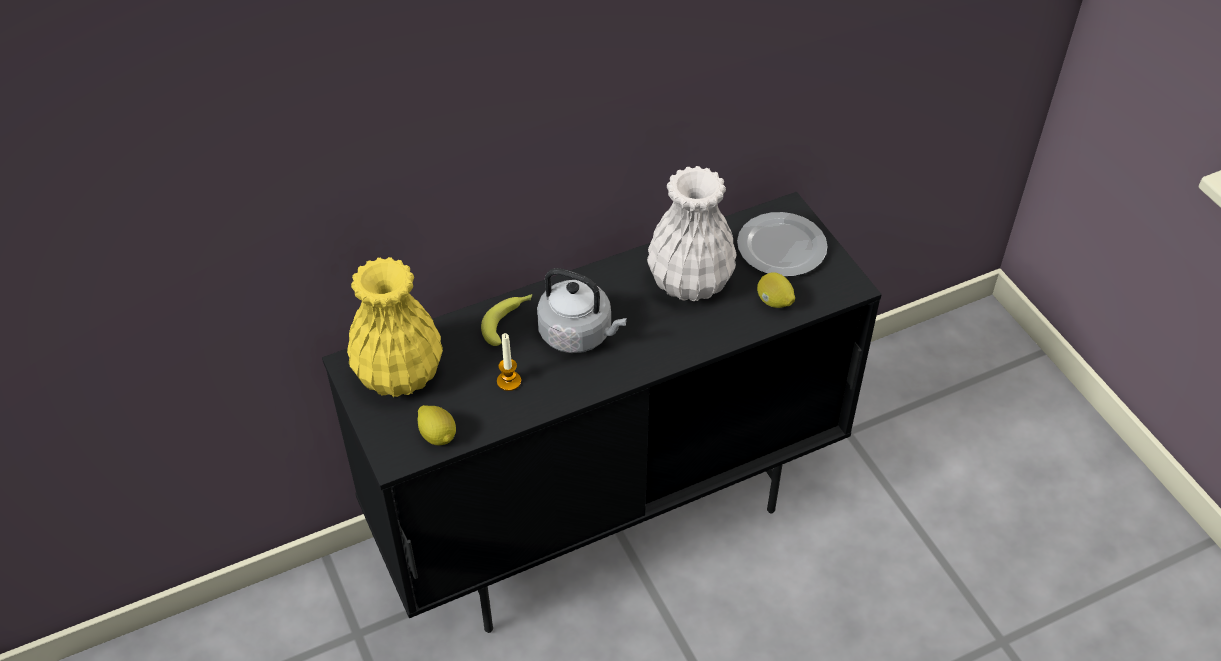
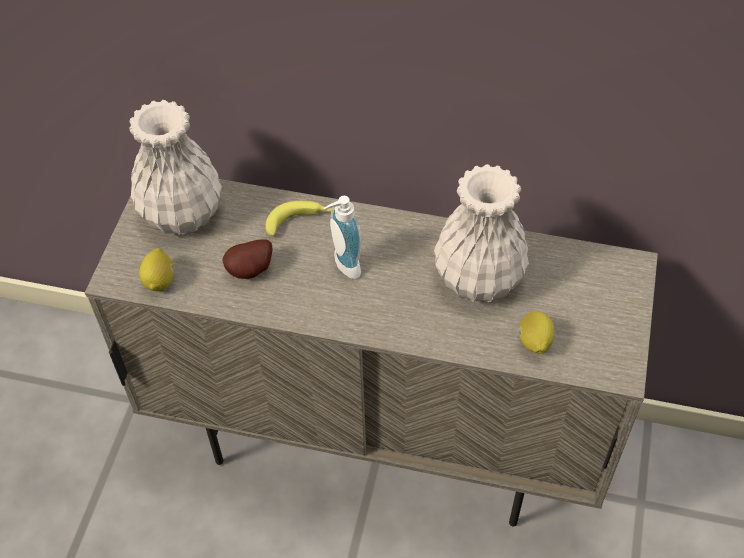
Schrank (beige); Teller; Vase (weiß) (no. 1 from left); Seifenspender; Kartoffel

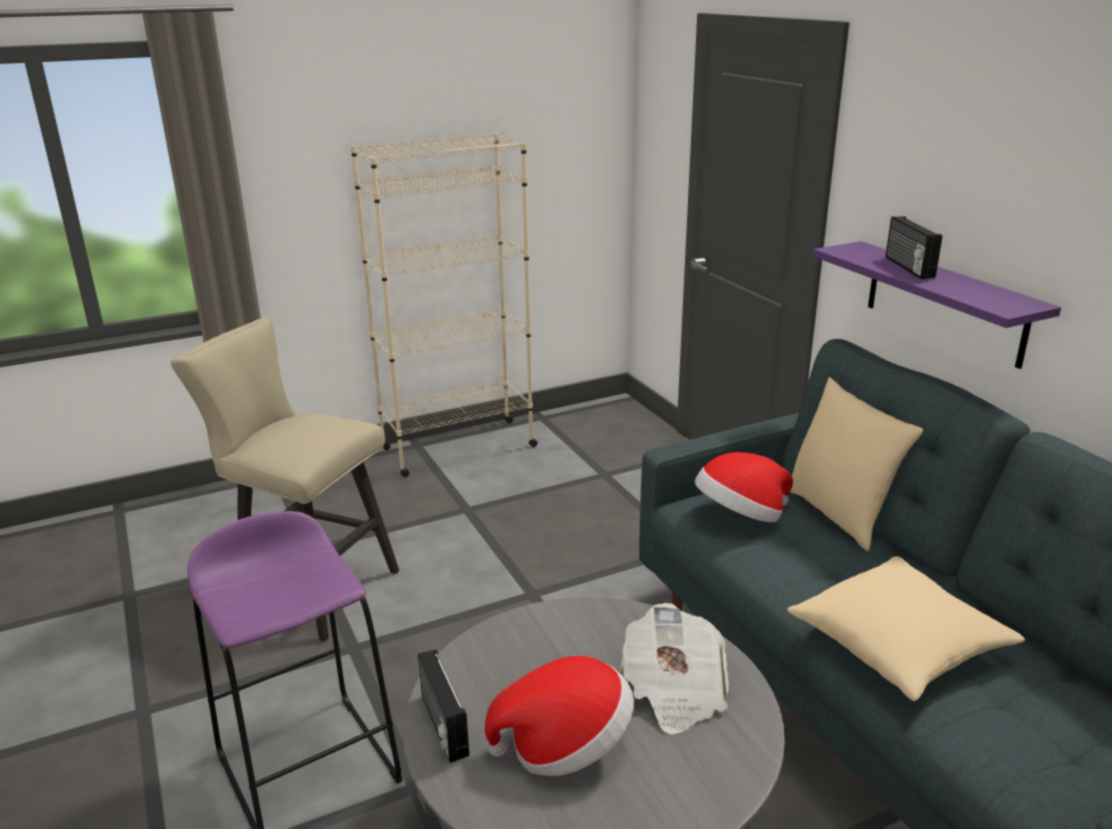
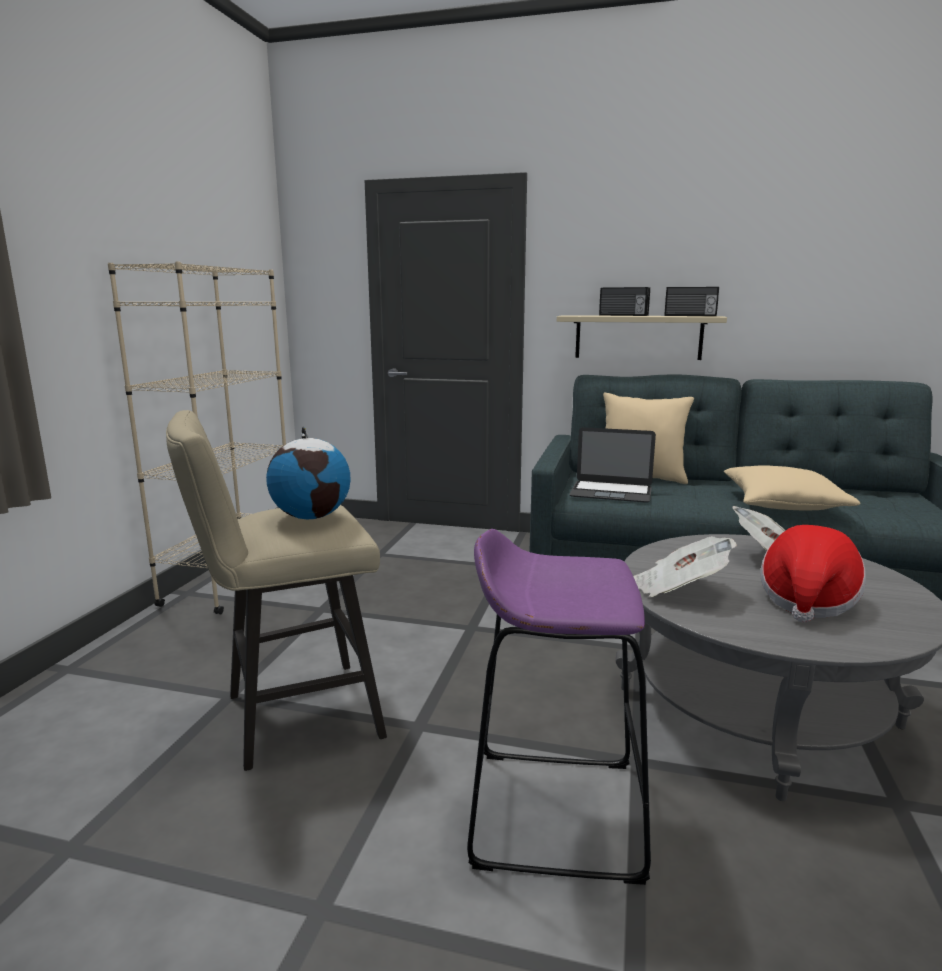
Wandregal (beige); Laptop; Radio (no. 2 from left); Globus; Zeitung (no. 1 from left)

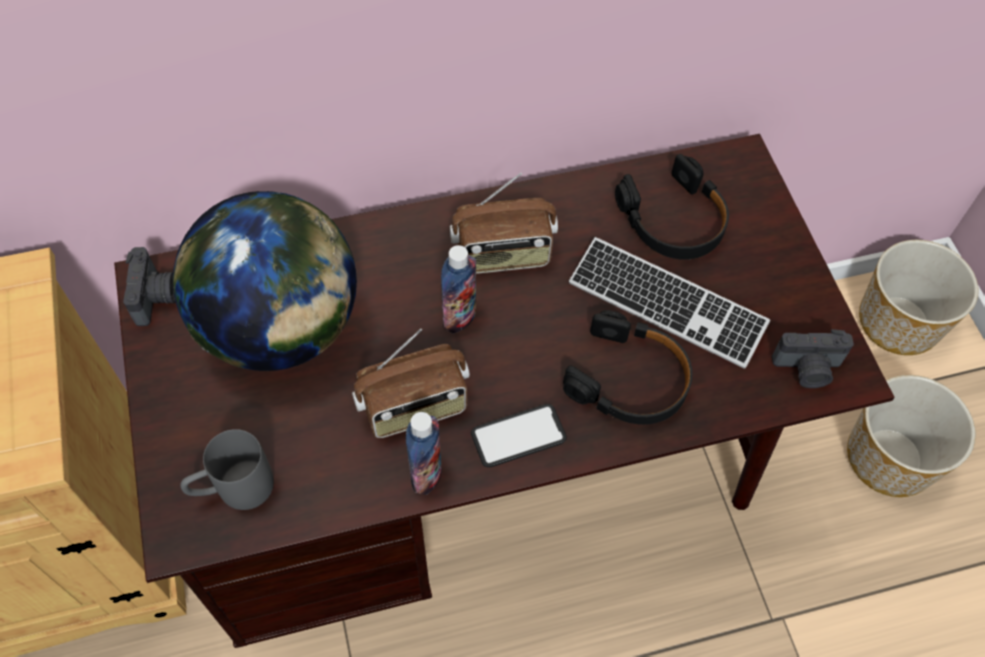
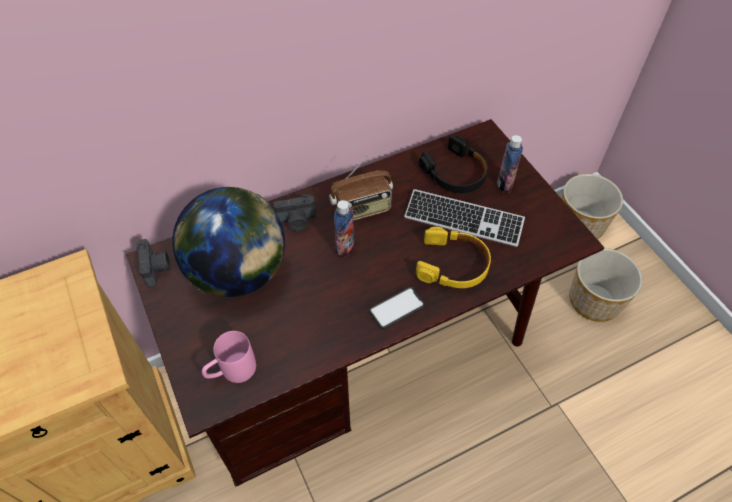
Kopfhörer (gelb); Radio (no. 1 from left in the first image); Kamera (no. 2 from left); Flasche (no. 2 from left); Henkelbecher (rosa)

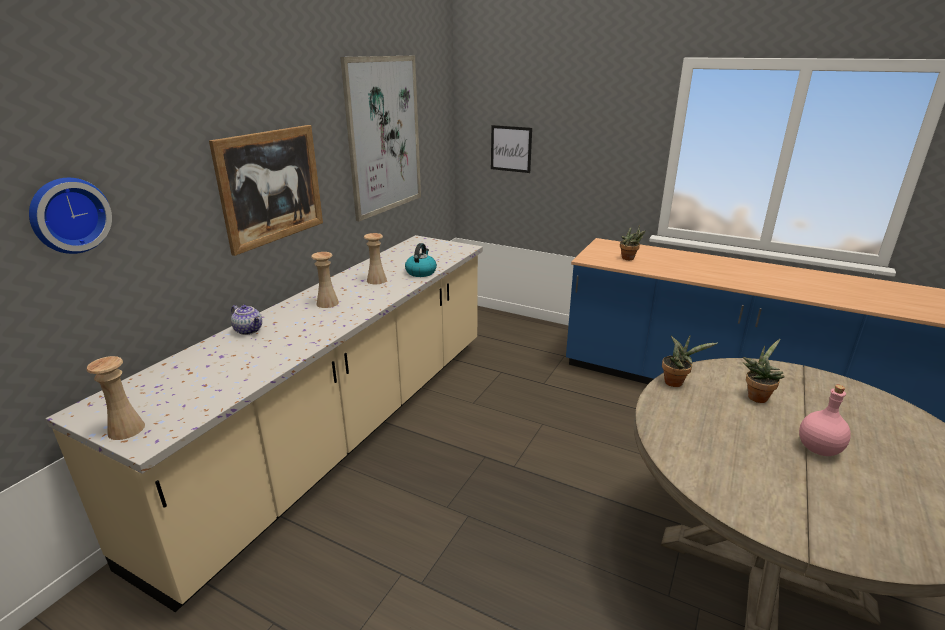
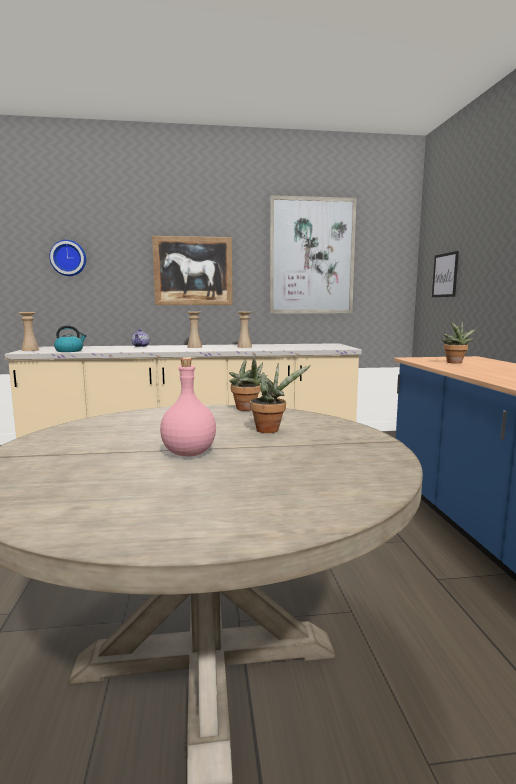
Wasserkessel

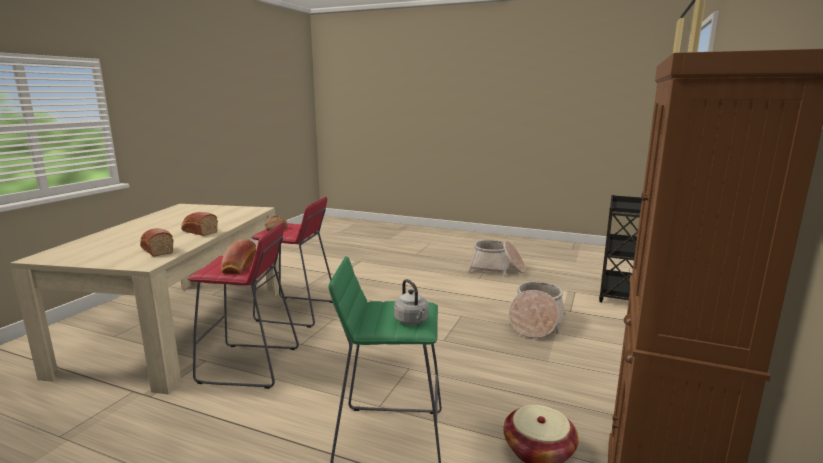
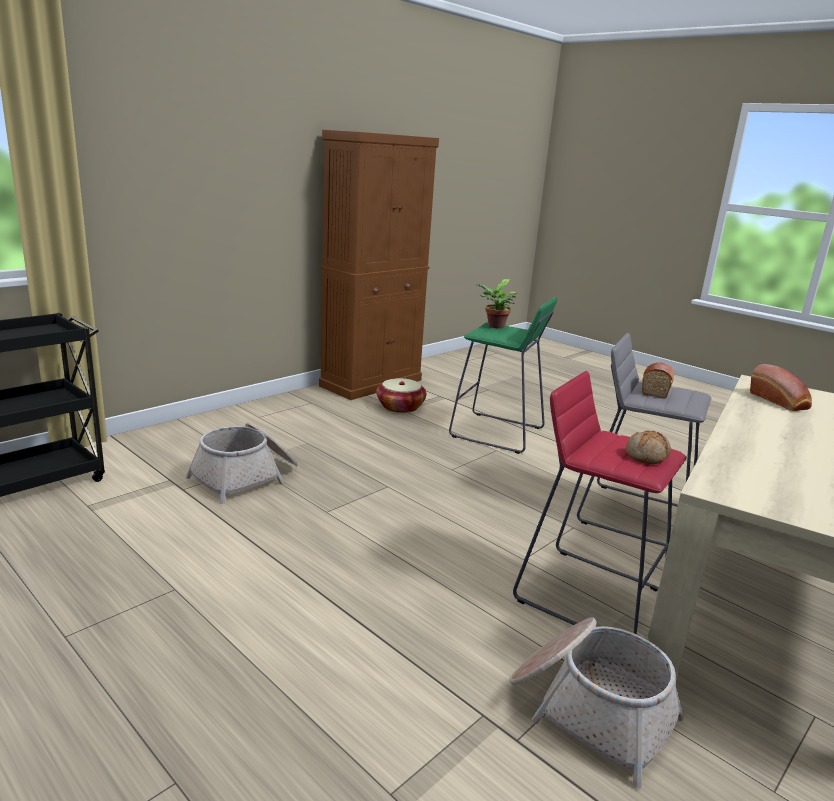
Brot (no. 2 from left in the first image); Hocker (grau); Korb (no. 3 from left); Topfpflanze

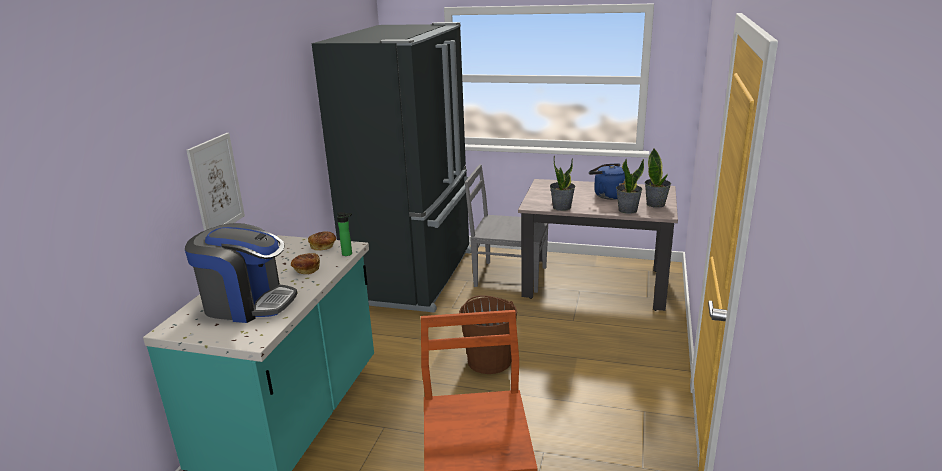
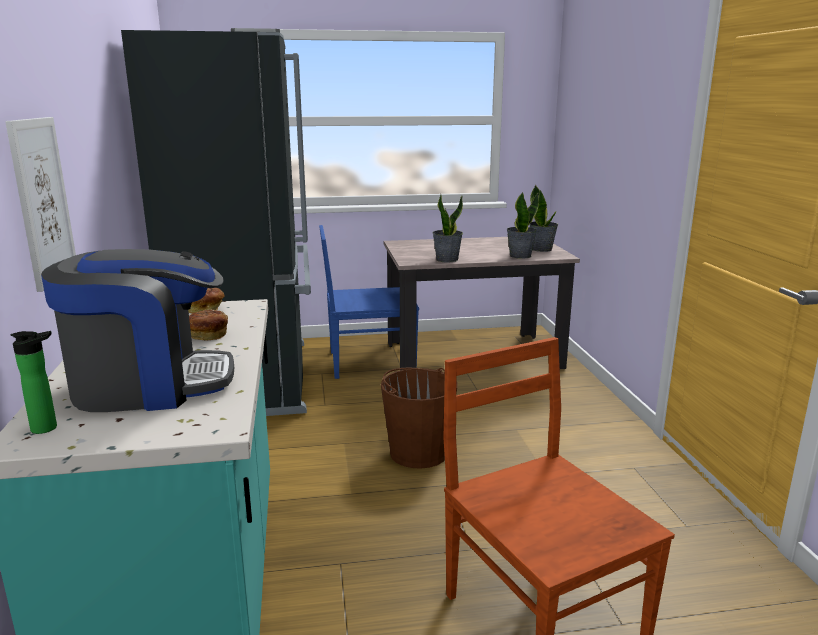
Wasserkessel (blau); Stuhl (blau); Flasche

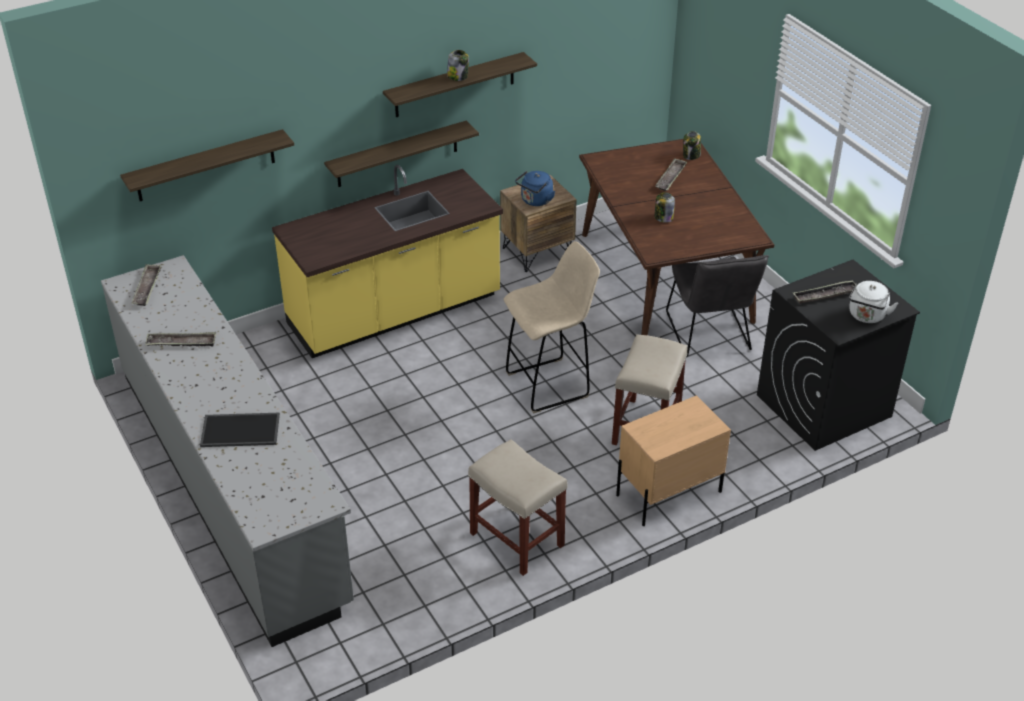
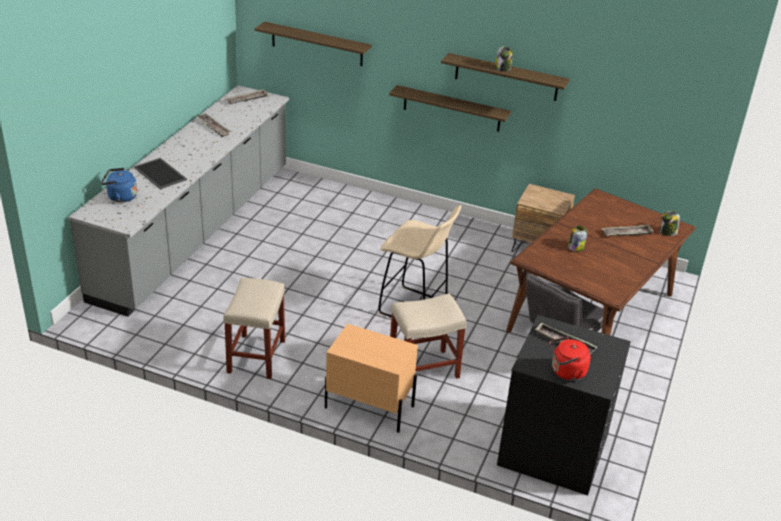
Küchenzeile (gelb); Wasserkessel (blau); Wasserkessel (rot)

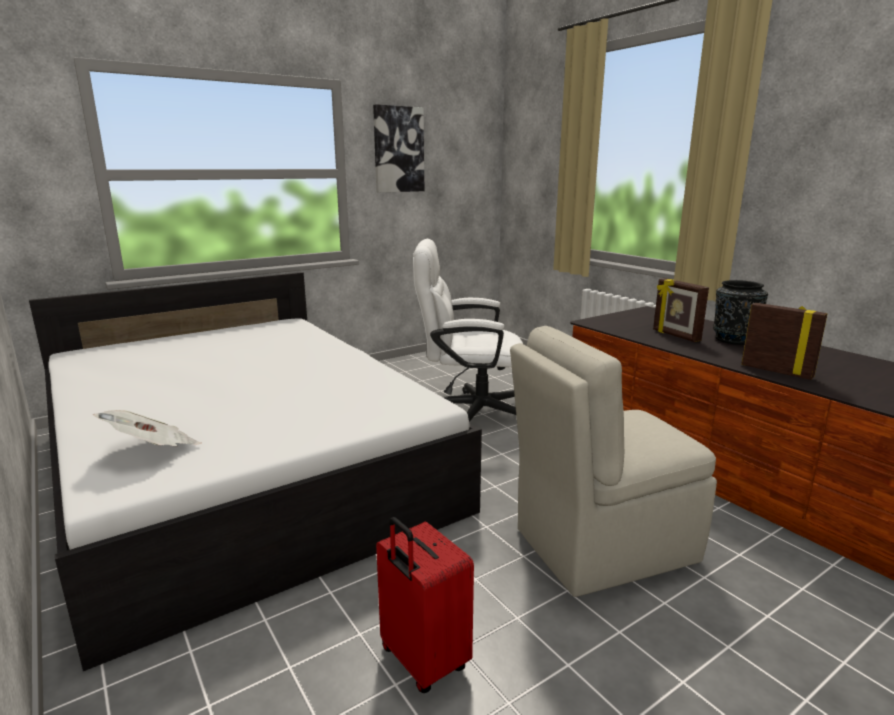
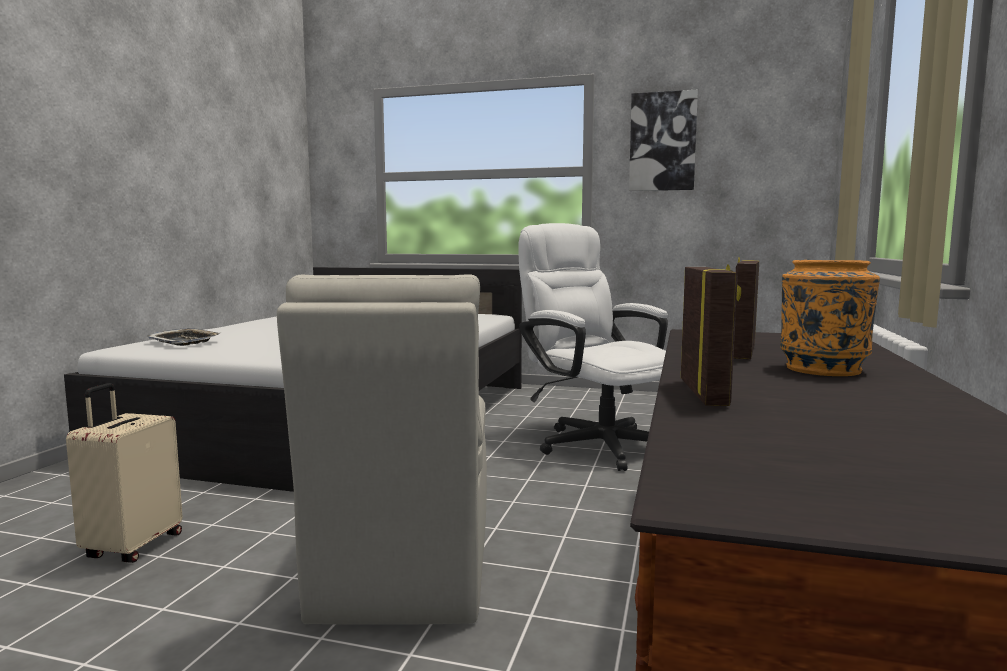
Vase (orange); Stuhl (beige); Tablett; Koffer (beige)

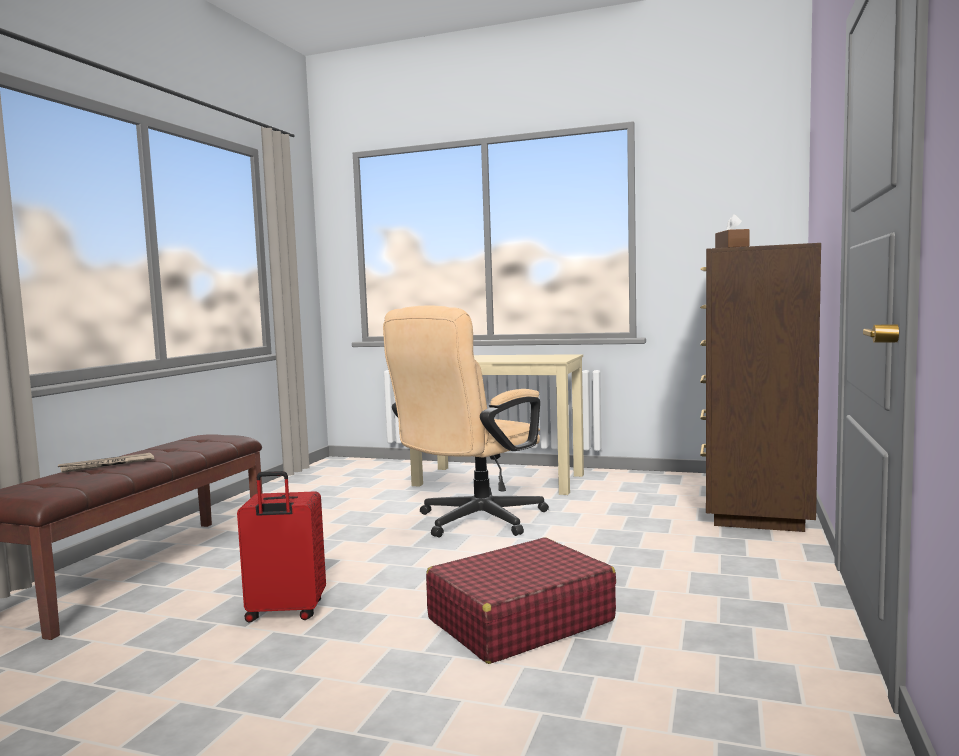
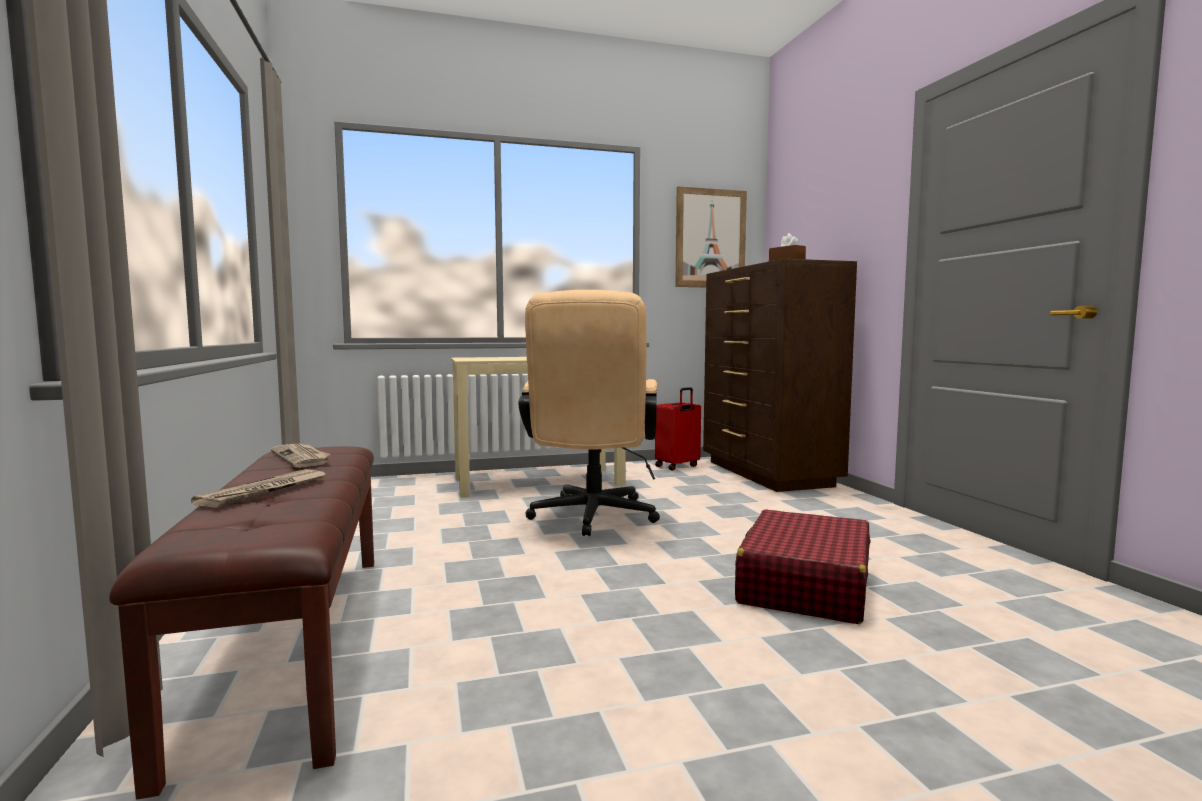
Koffer (rot) (no. 1 from left); Bild; Zeitung (no. 2 from left)

